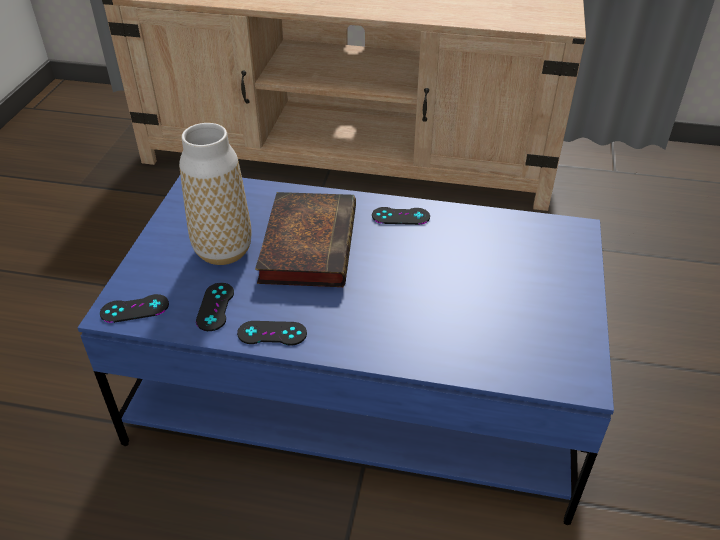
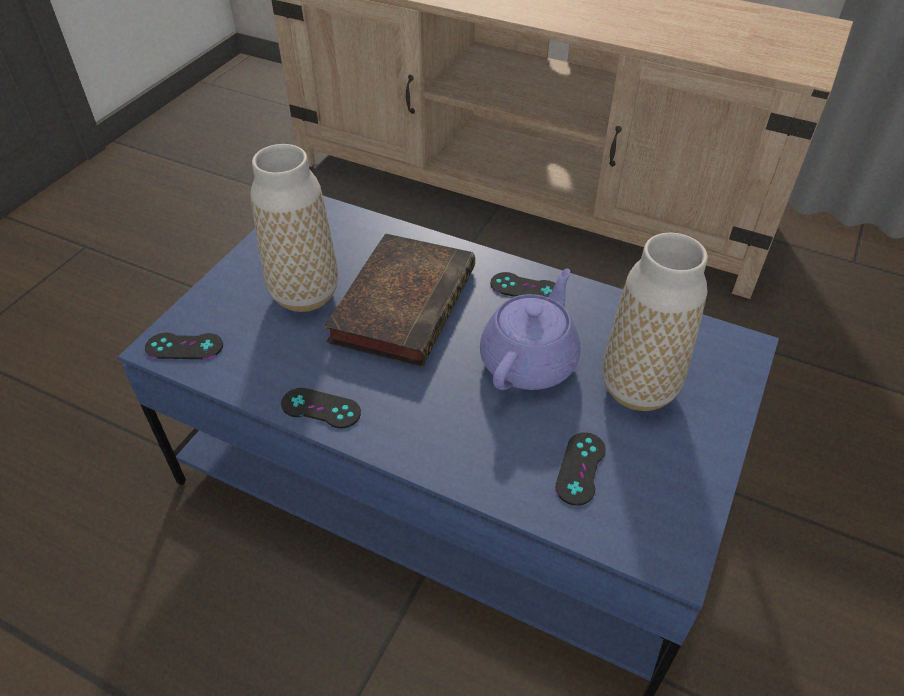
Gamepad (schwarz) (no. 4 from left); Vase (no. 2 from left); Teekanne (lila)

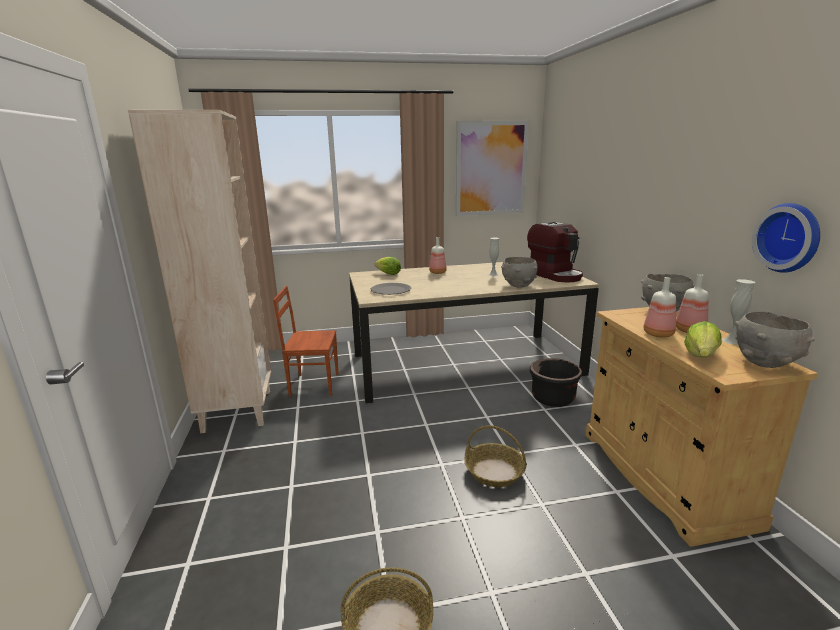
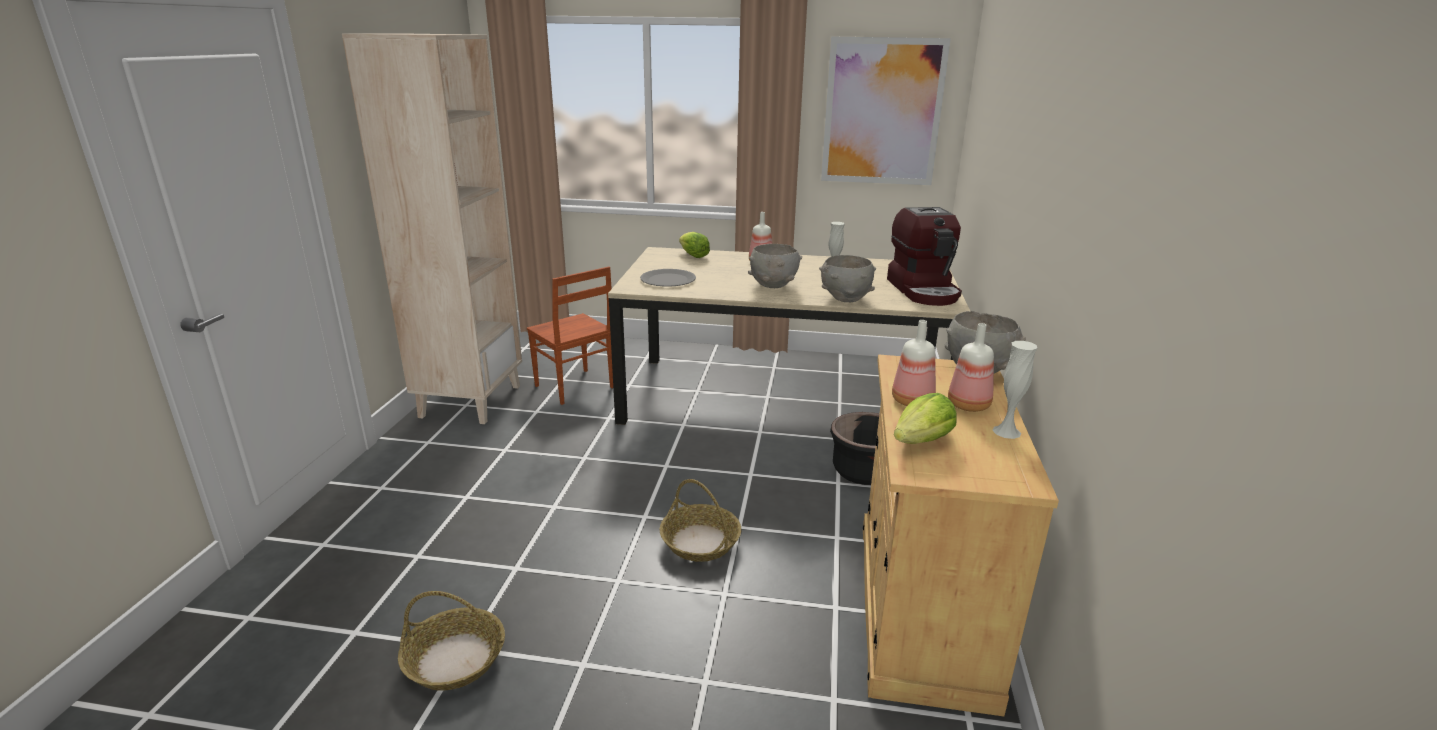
Wanduhr; Stuhl (braun); Schüssel (grau) (no. 1 from left)

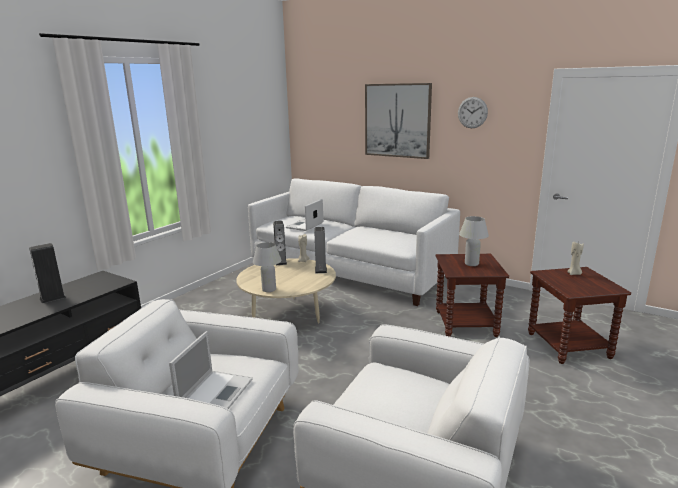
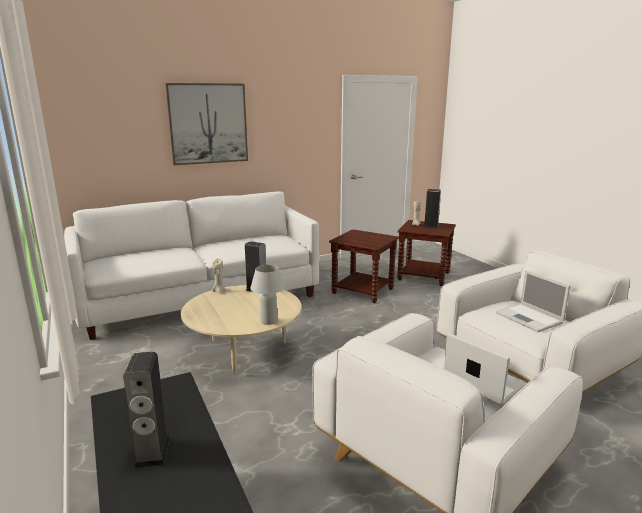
Wanduhr; Laptop (no. 2 from left); Tischlampe (weiß) (no. 2 from left in the first image); Lautsprecher (no. 3 from left)

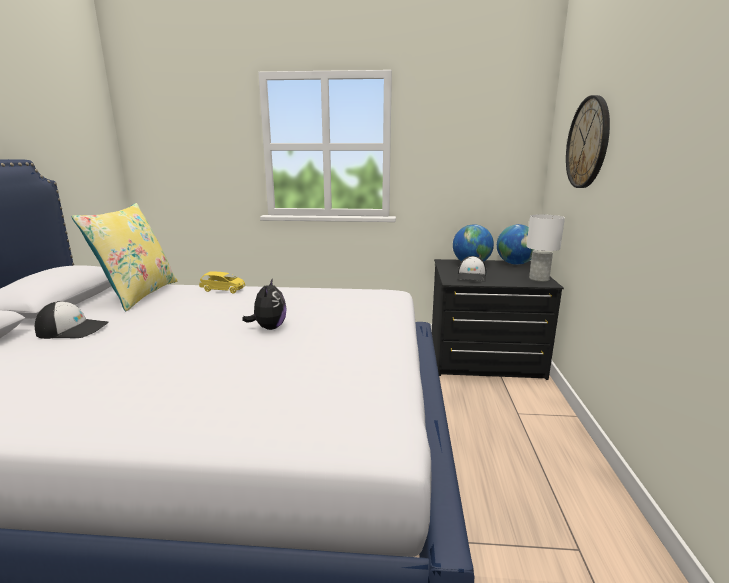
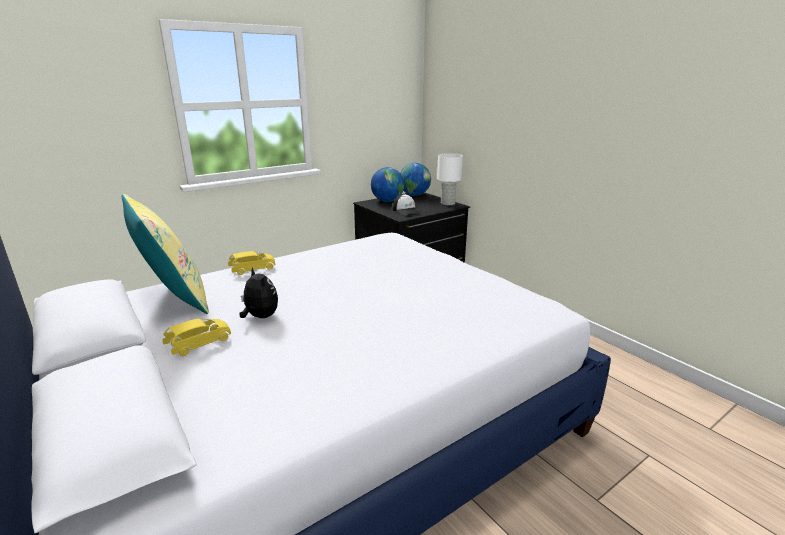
Wanduhr; Plüschtier; Spielzeugauto (gelb) (no. 1 from left)

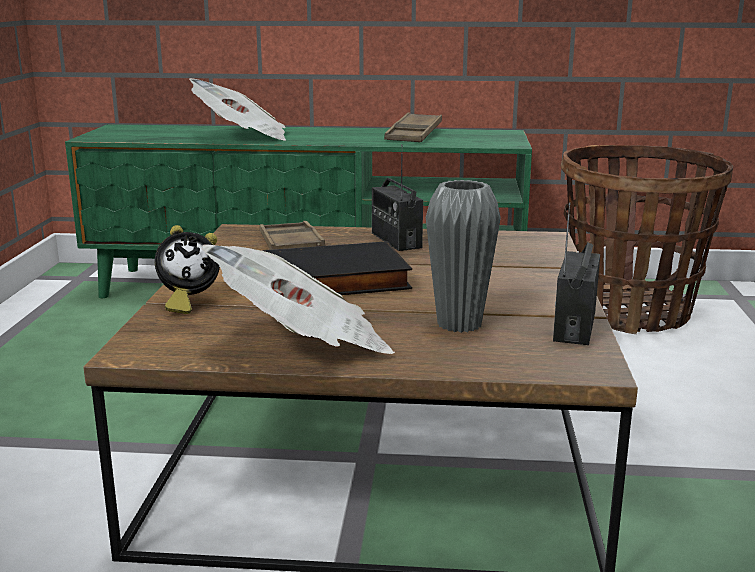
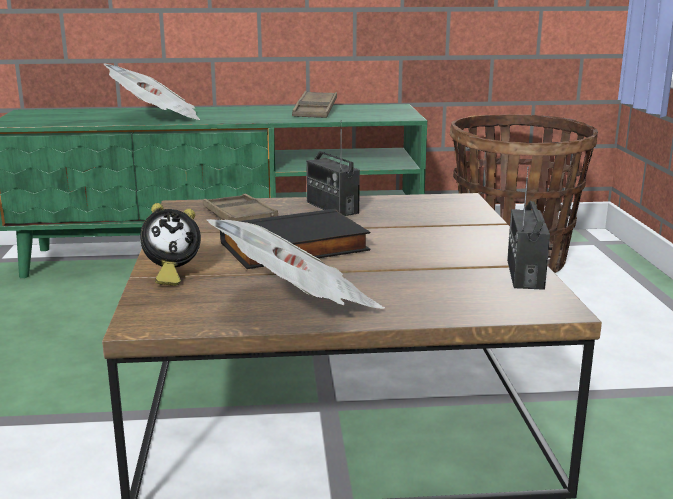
Vase (grau)

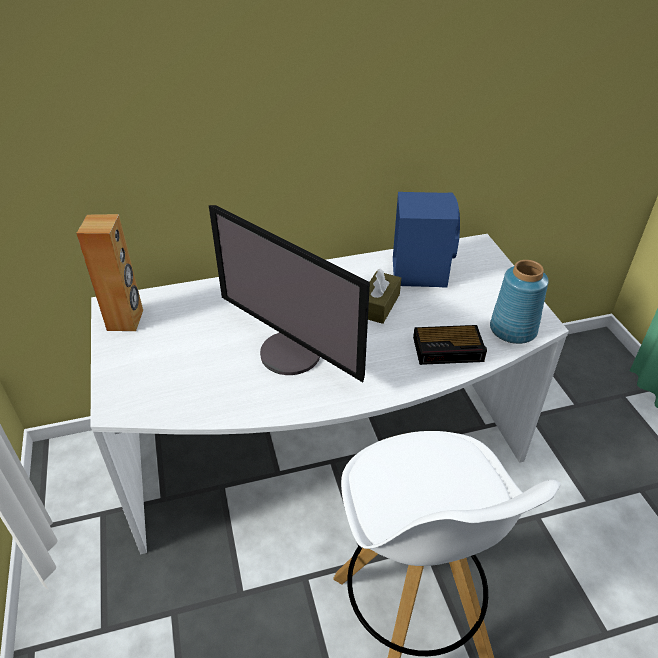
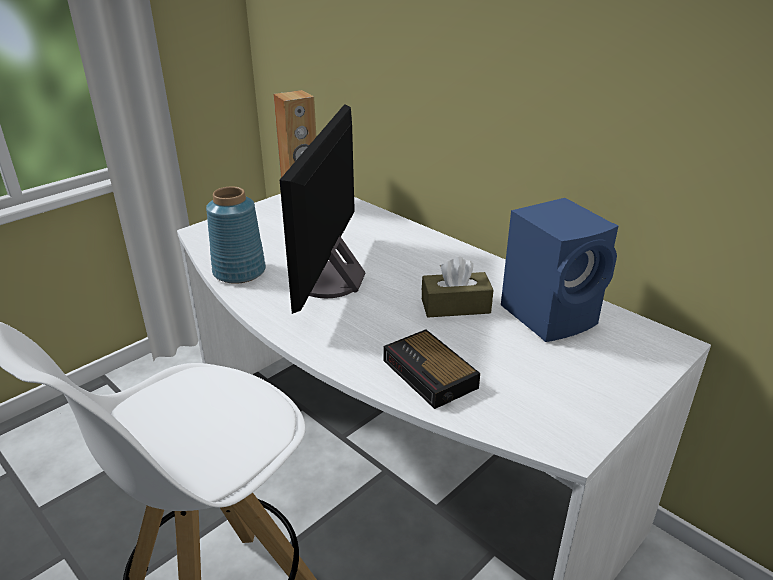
Vase (blau)

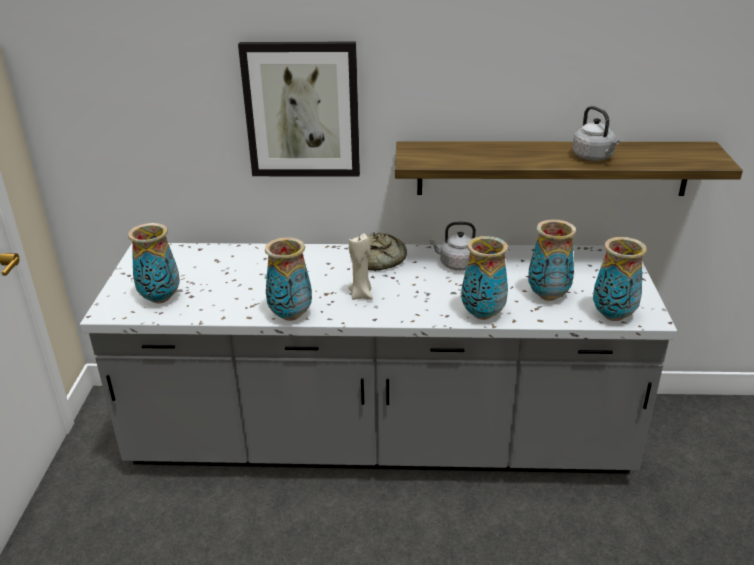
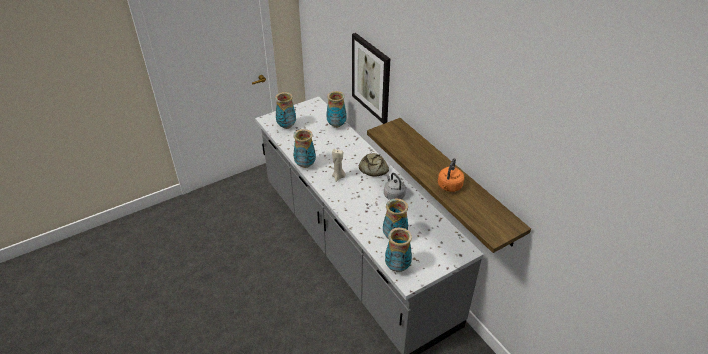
Wasserkessel (orange); Vase (no. 3 from left)

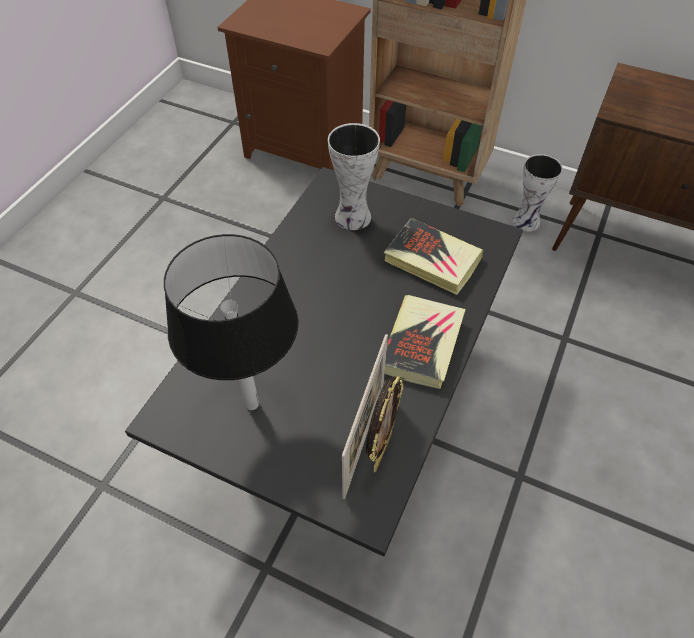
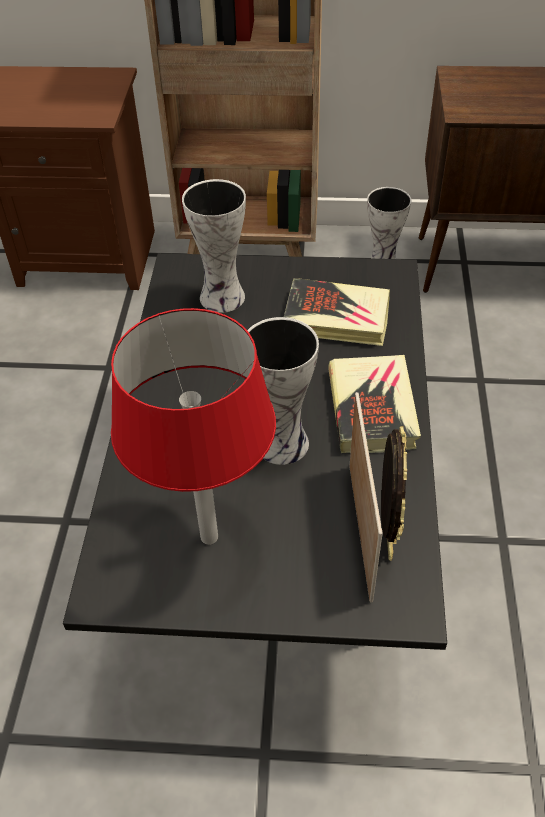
Tischlampe (rot); Vase (no. 2 from left)

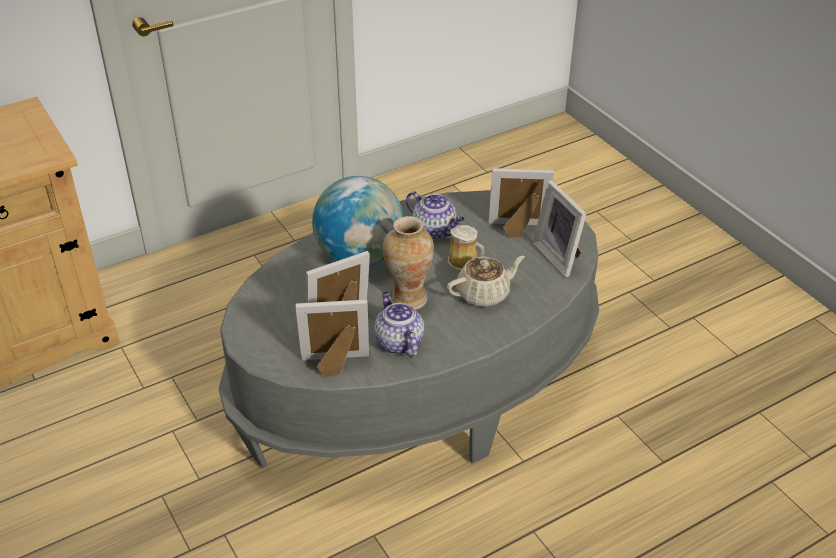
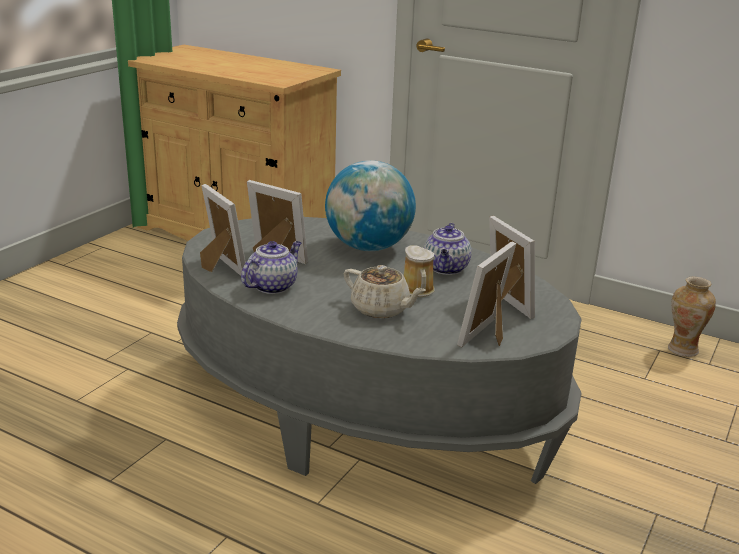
Vase

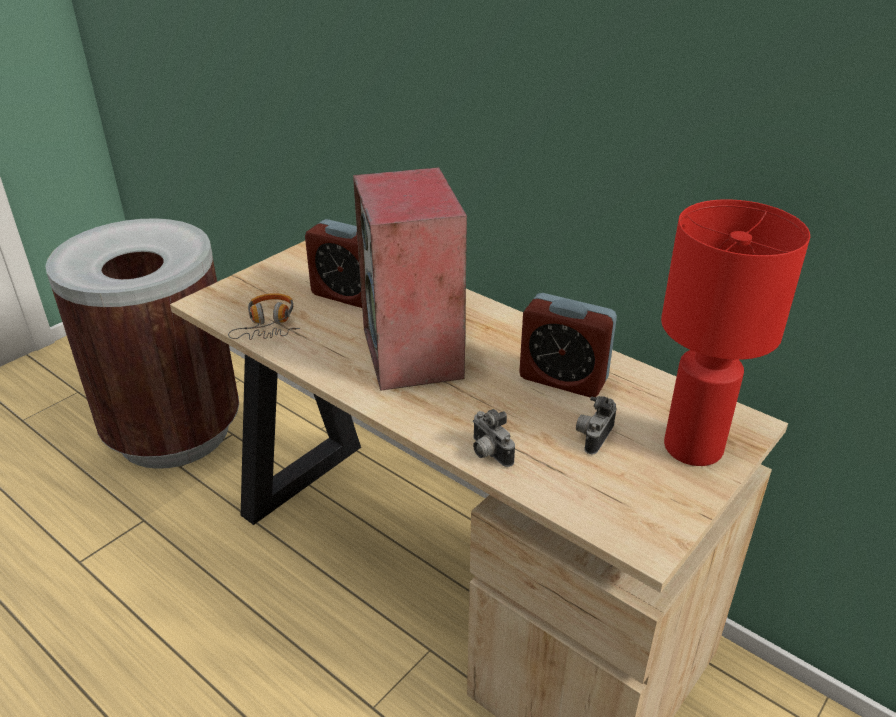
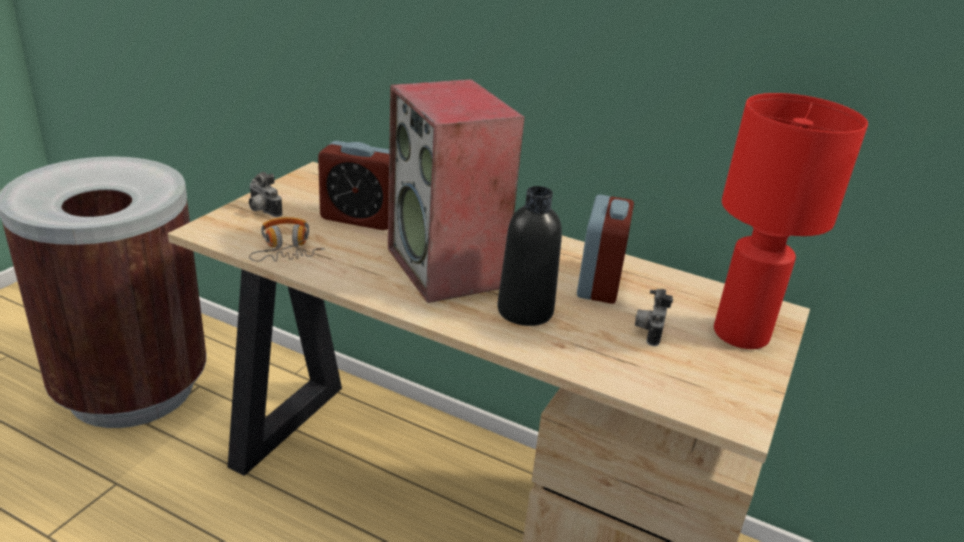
Wecker (no. 2 from left); Kamera (no. 1 from left); Flasche (schwarz)

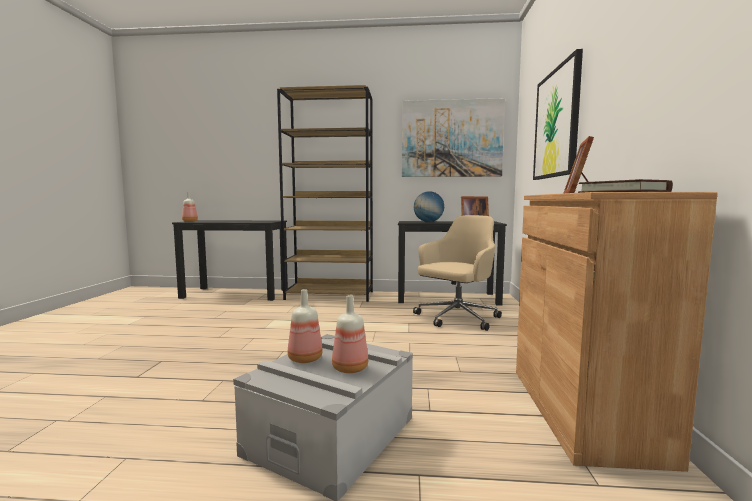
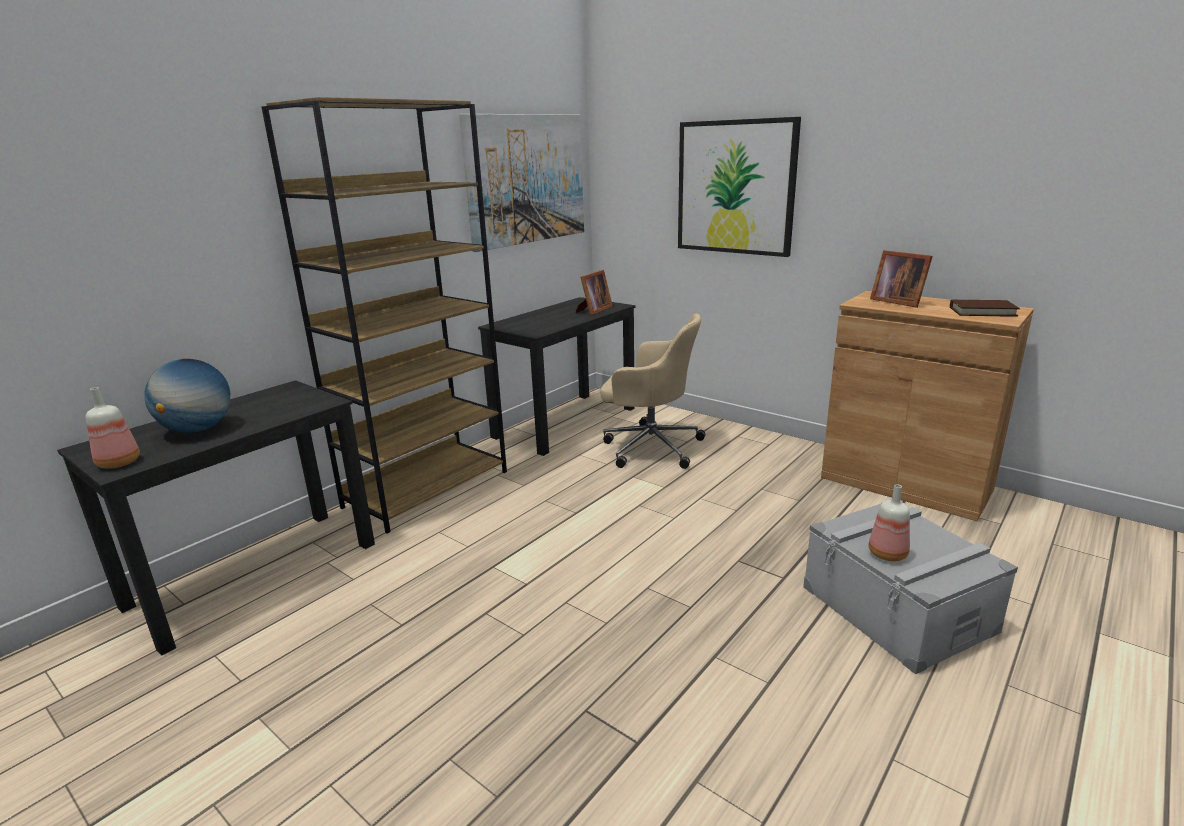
Globus; Bürostuhl (beige); Flasche (no. 3 from left in the first image)

